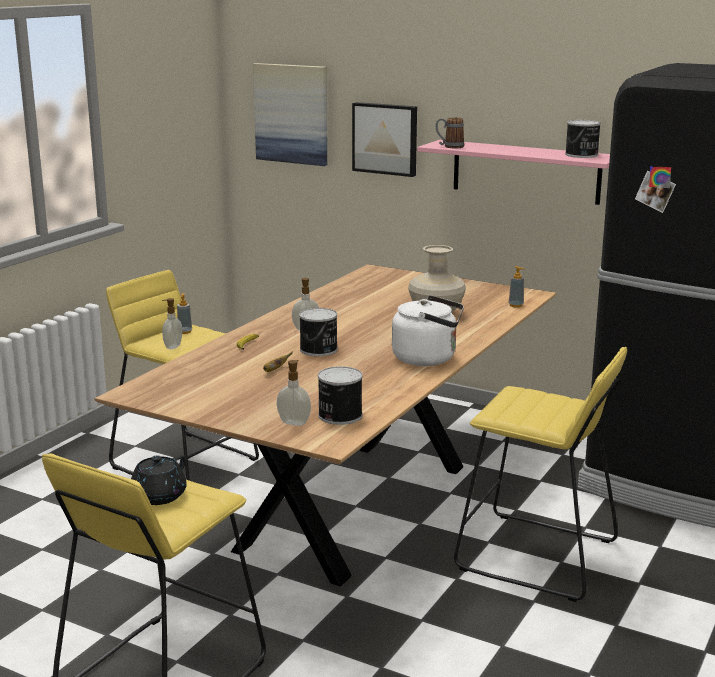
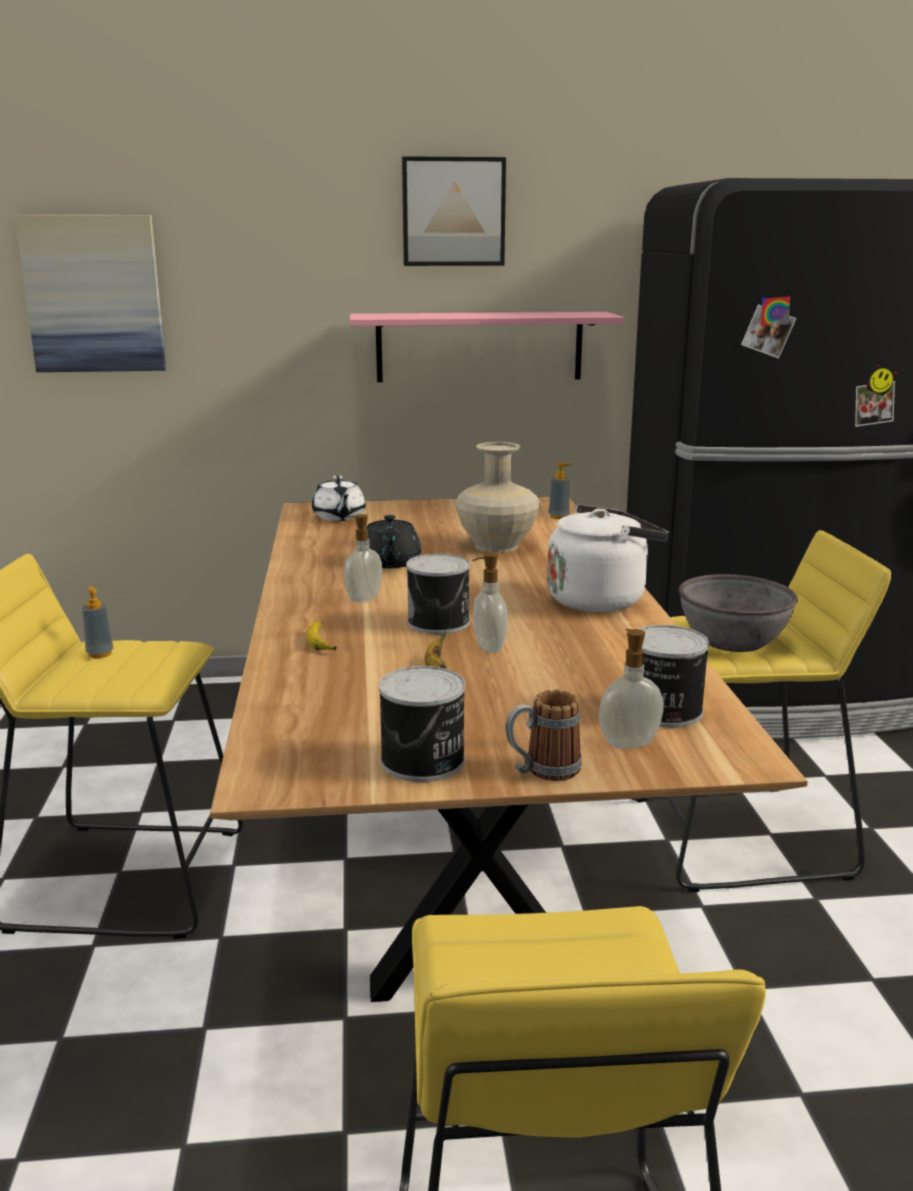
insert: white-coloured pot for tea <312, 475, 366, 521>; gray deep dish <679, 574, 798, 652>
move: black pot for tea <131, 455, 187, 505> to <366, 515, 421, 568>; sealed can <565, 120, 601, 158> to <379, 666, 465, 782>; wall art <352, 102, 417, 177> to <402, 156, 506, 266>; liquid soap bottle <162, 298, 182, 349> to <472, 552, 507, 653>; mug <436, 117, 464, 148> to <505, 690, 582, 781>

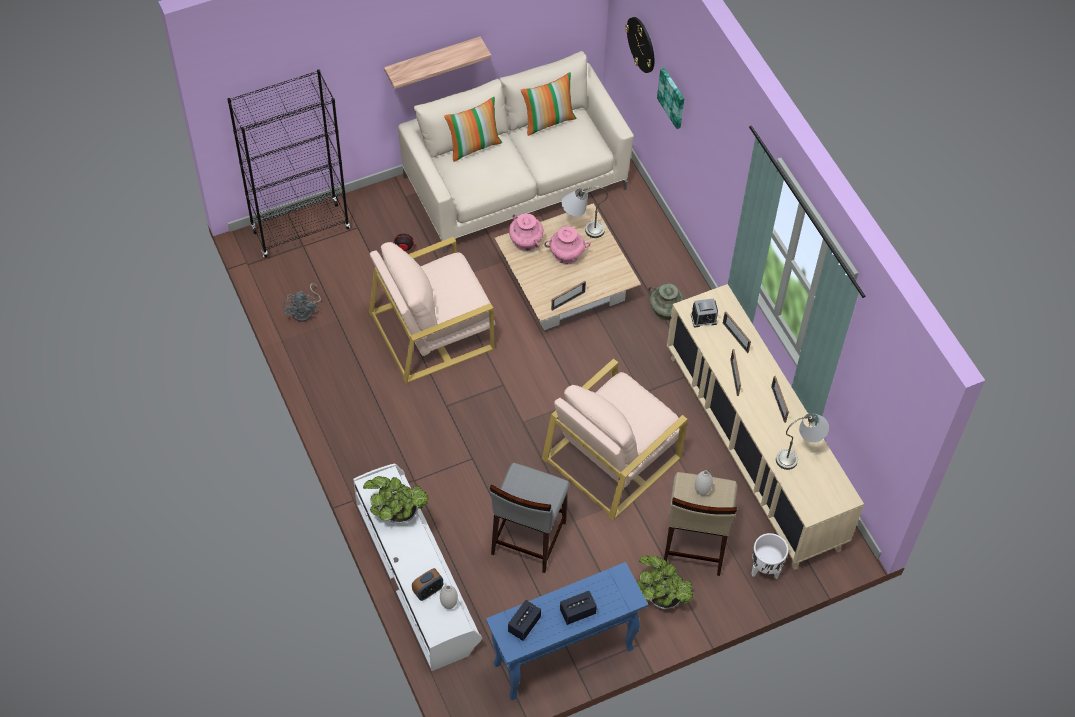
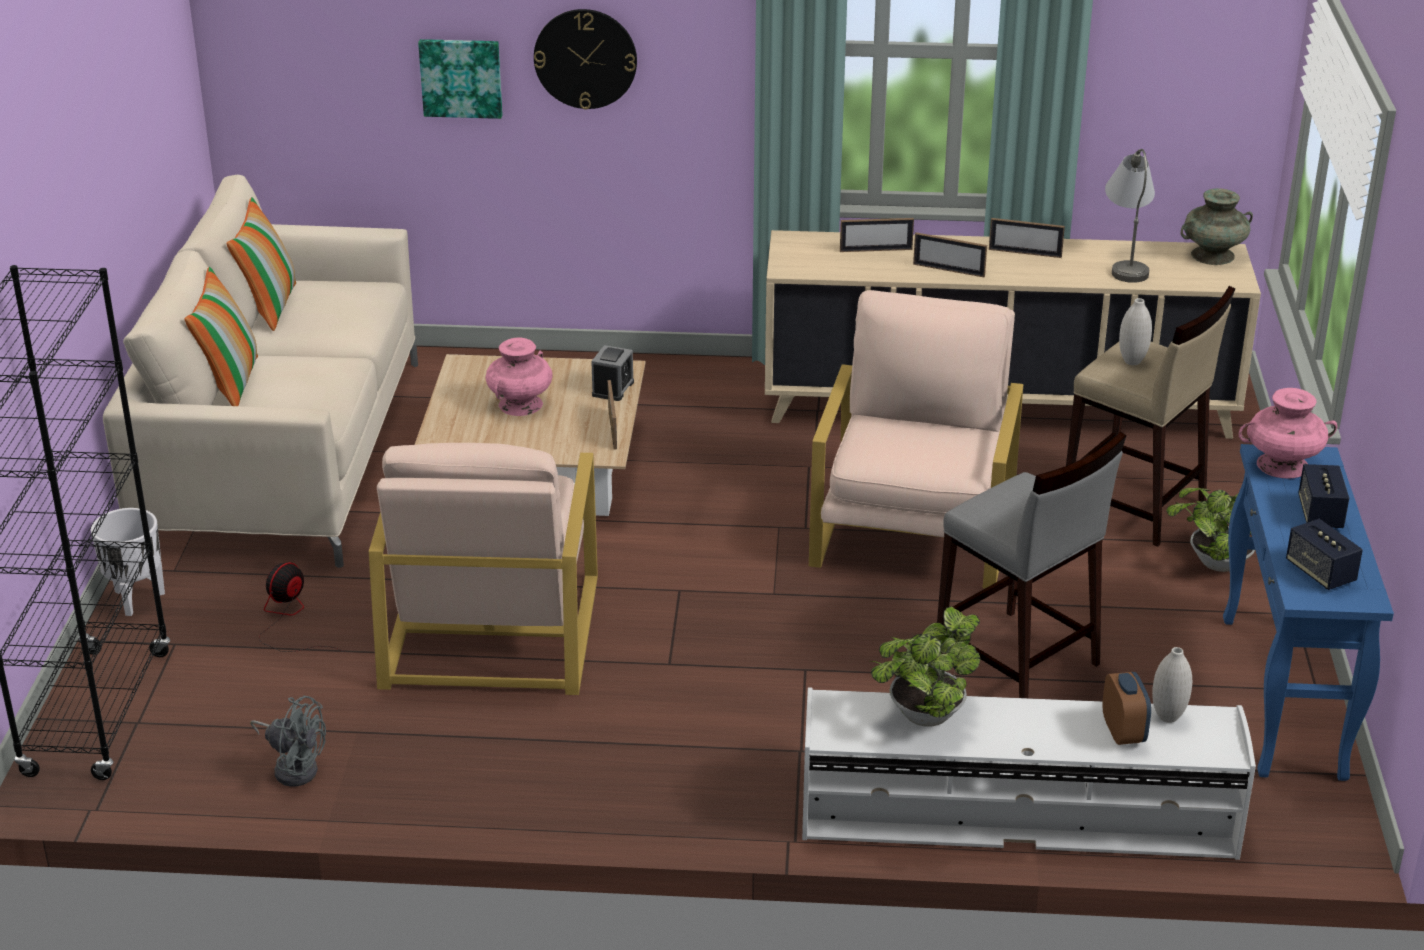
delete: bracket shelf <384, 36, 491, 89>; gray table lamp <561, 186, 608, 238>
move: white-coloured flower pot <751, 533, 788, 579> to <91, 508, 165, 616>; clock on the wall <625, 17, 655, 73> to <534, 9, 637, 110>; table clock <691, 298, 718, 327> to <591, 345, 634, 401>; turquoise-coloured vase <648, 283, 684, 321> to <1181, 188, 1253, 265>; pink-coloured vase <509, 214, 543, 251> to <1239, 388, 1337, 479>
rotate: beige-coloured easy chair <542, 359, 688, 520> = <809, 290, 1023, 589> 150 degrees counterclockwise

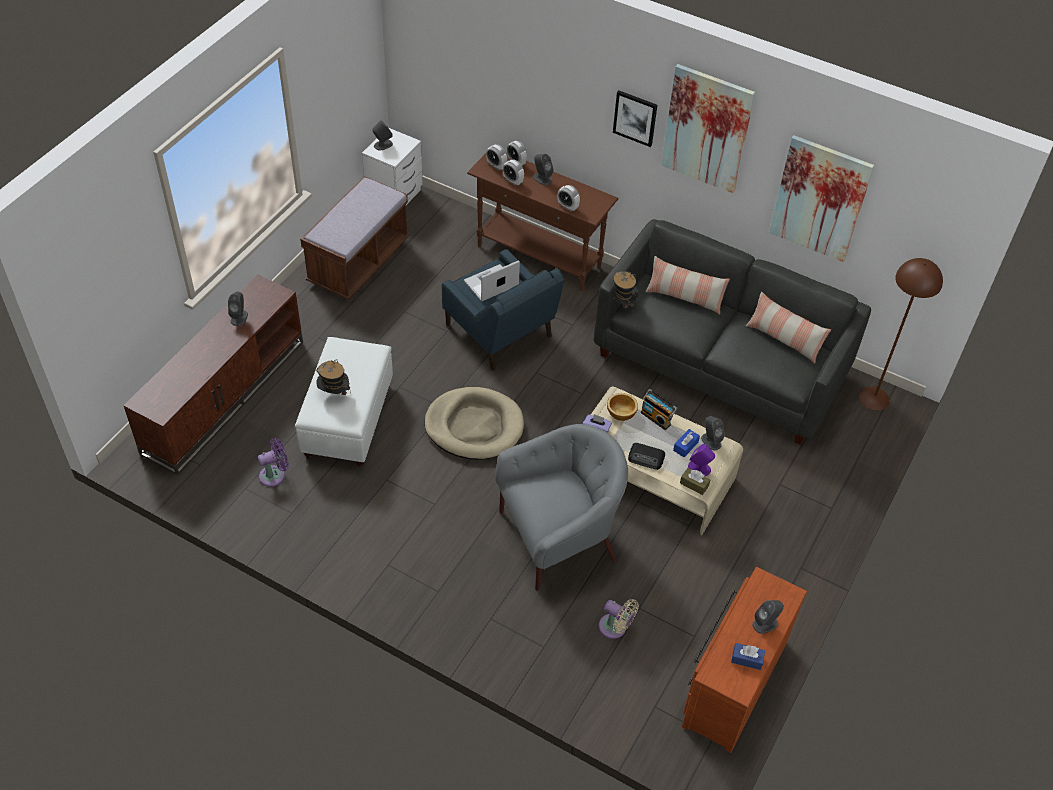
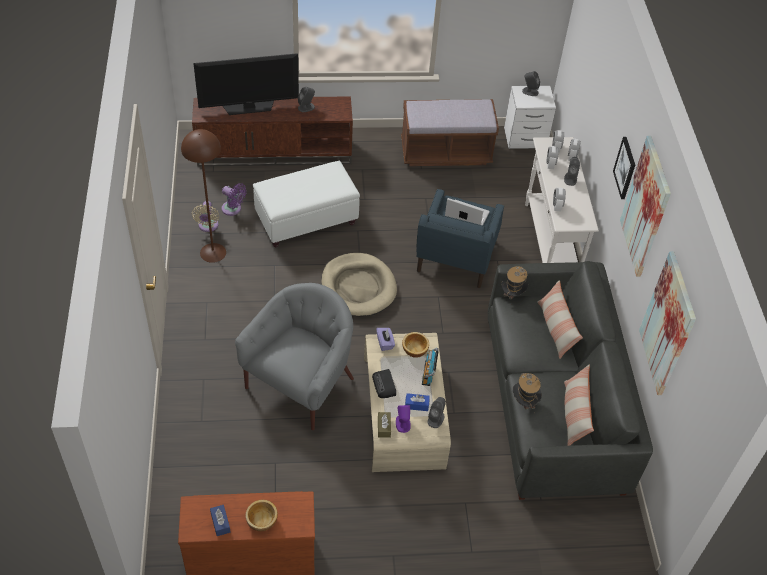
insert: TV <193, 53, 299, 115>
move: brownish floor lamp <859, 258, 943, 410> to <181, 129, 226, 263>; beige-coloured fan <599, 599, 639, 639> to <192, 201, 219, 232>; hat <316, 359, 351, 395> to <513, 373, 542, 413>
replace: gray speaker <752, 600, 784, 634> to deep dish <245, 500, 278, 531>
recolor: brownish narrow table <467, 153, 619, 291> to white-coloured narrow table <525, 137, 599, 263>
rotate: gray easy chair <495, 424, 628, 591> = <235, 283, 354, 430> 90 degrees counterclockwise

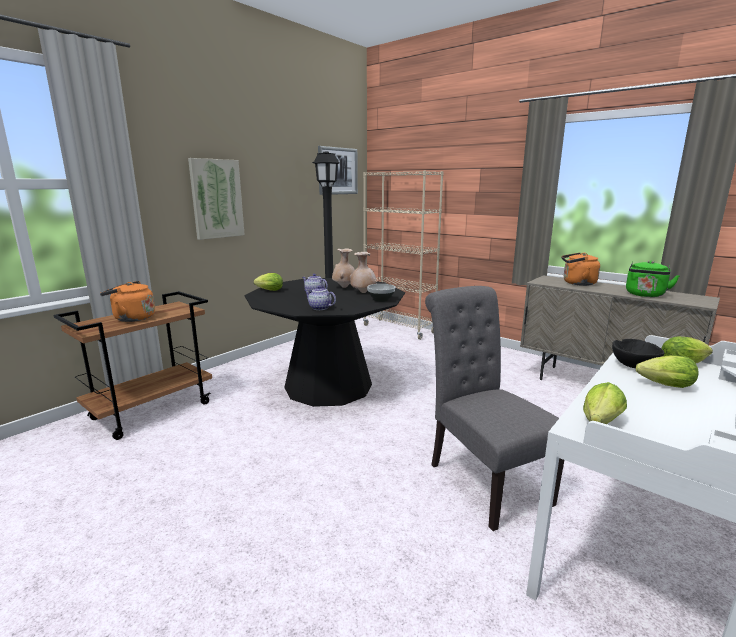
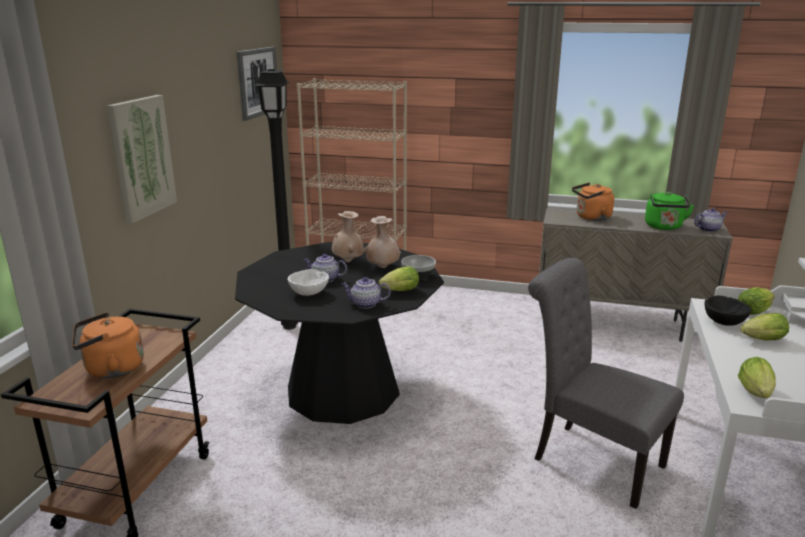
insert: white-coloured deep dish <288, 269, 329, 296>; pot for tea <694, 208, 727, 232>
move: head of lettuce <254, 273, 283, 291> to <379, 266, 419, 291>

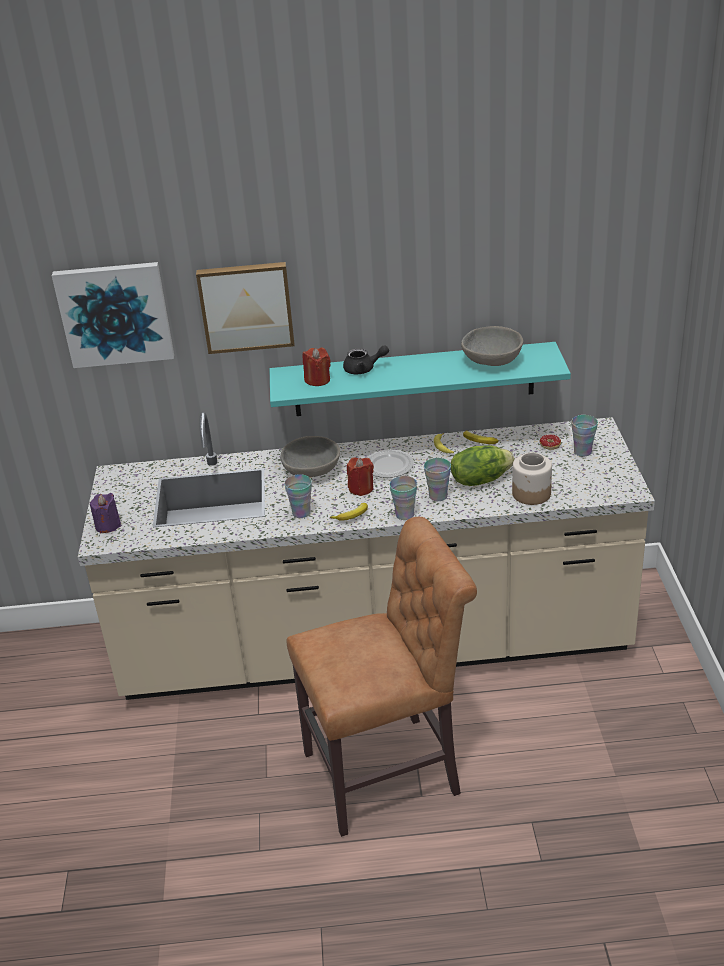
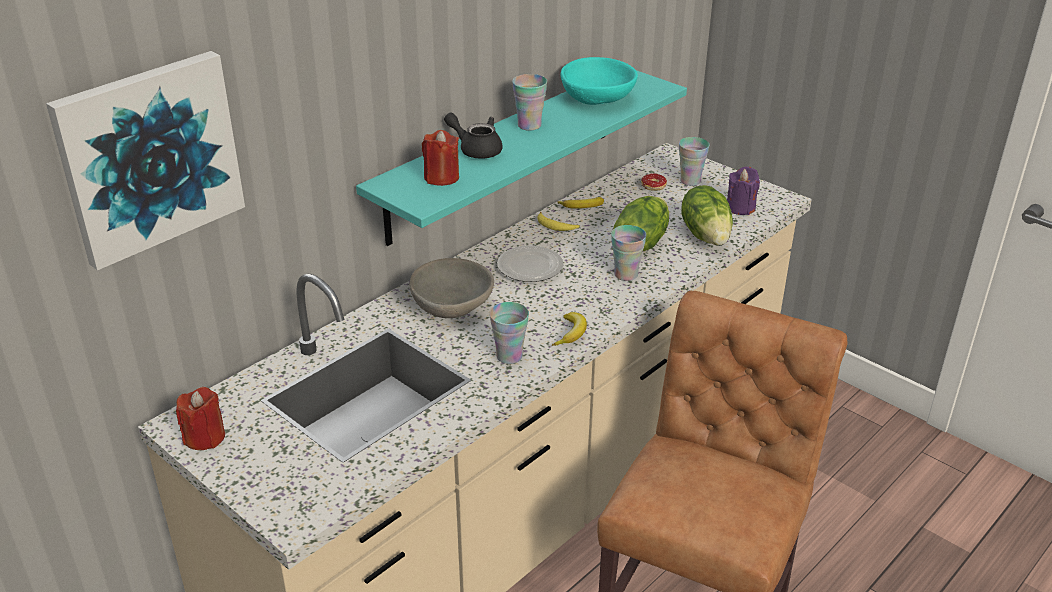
delete: wall art <196, 262, 295, 354>
move: red-coloured wax candle <347, 457, 374, 496> to <176, 387, 225, 450>; drinking cup <389, 476, 417, 520> to <512, 74, 547, 131>; purplish wax candle <90, 493, 121, 533> to <727, 167, 760, 215>
replace: storage jar <512, 452, 552, 505> to head of lettuce <682, 185, 733, 245>
recolor: gray deep dish <461, 326, 523, 366> to turquoise-coloured deep dish <561, 57, 638, 105>
rotate: black pot for tea <343, 345, 389, 374> = <444, 113, 503, 159> 105 degrees counterclockwise

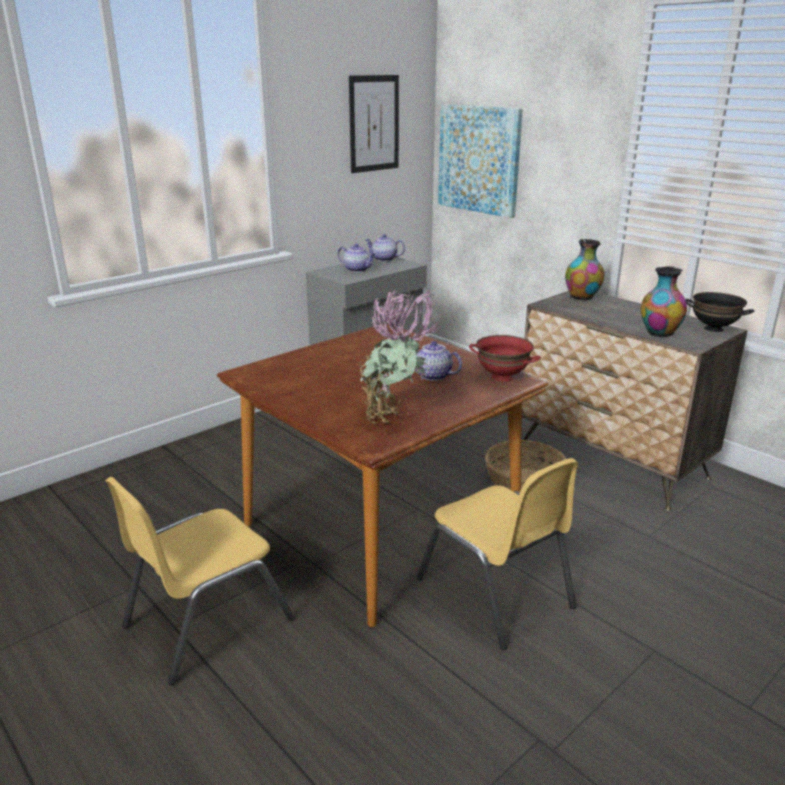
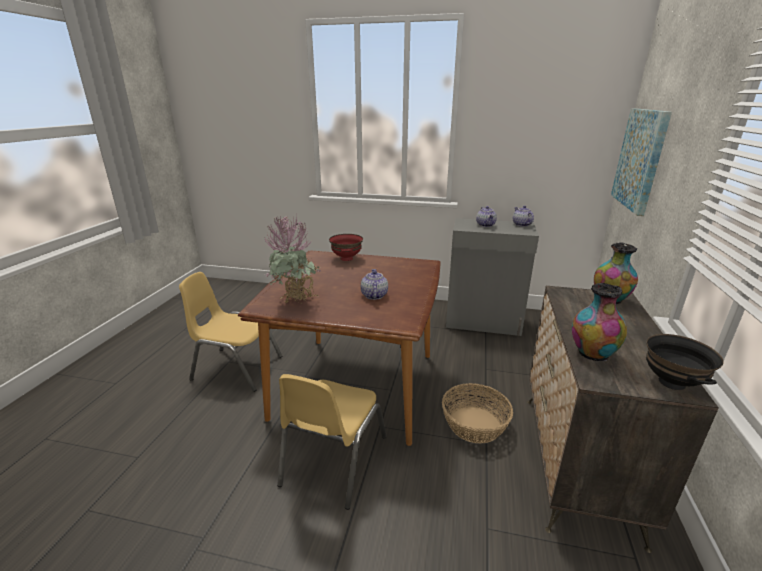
delete: wall art <349, 75, 399, 173>
move: red-coloured deep dish <469, 335, 541, 382> to <329, 234, 363, 261>

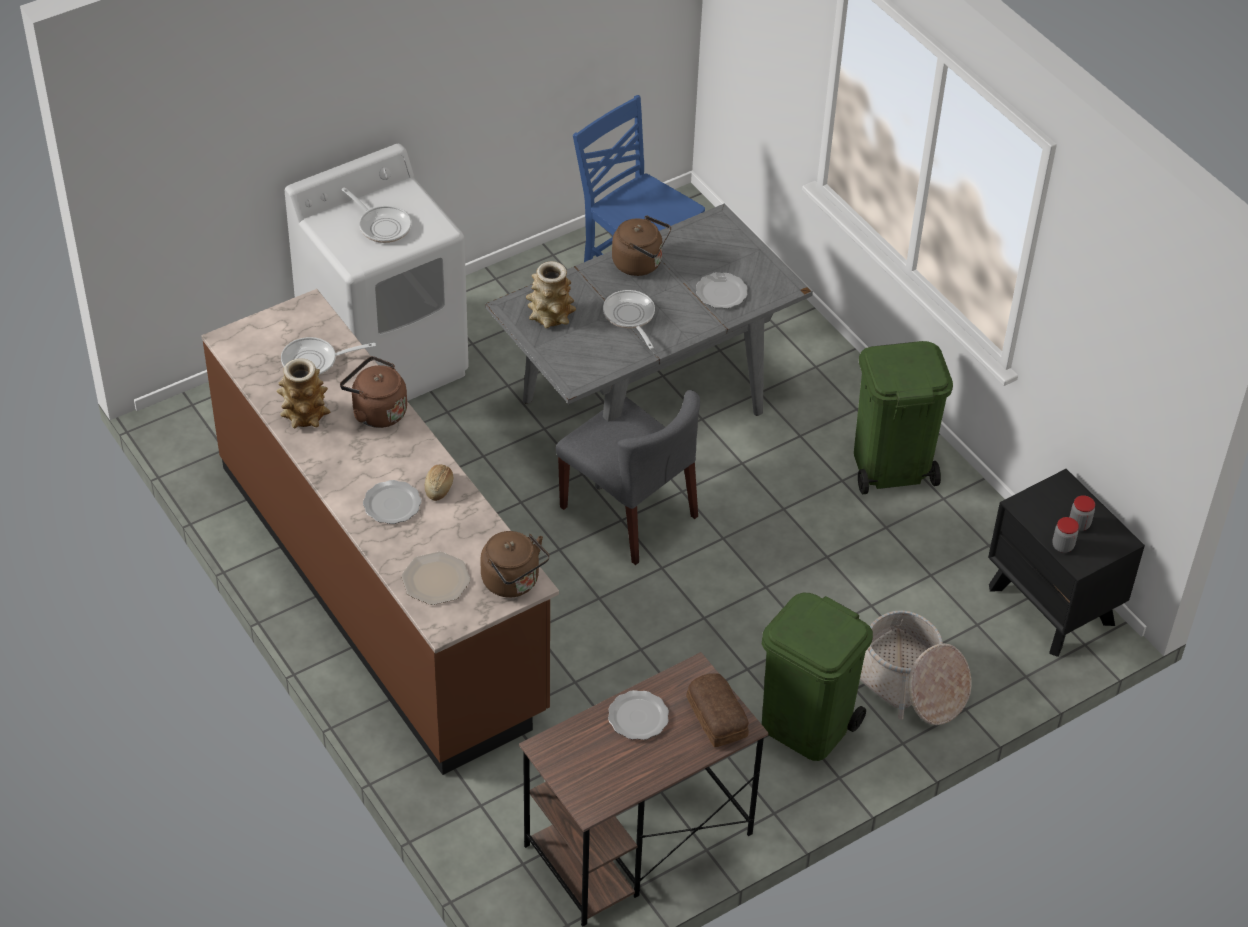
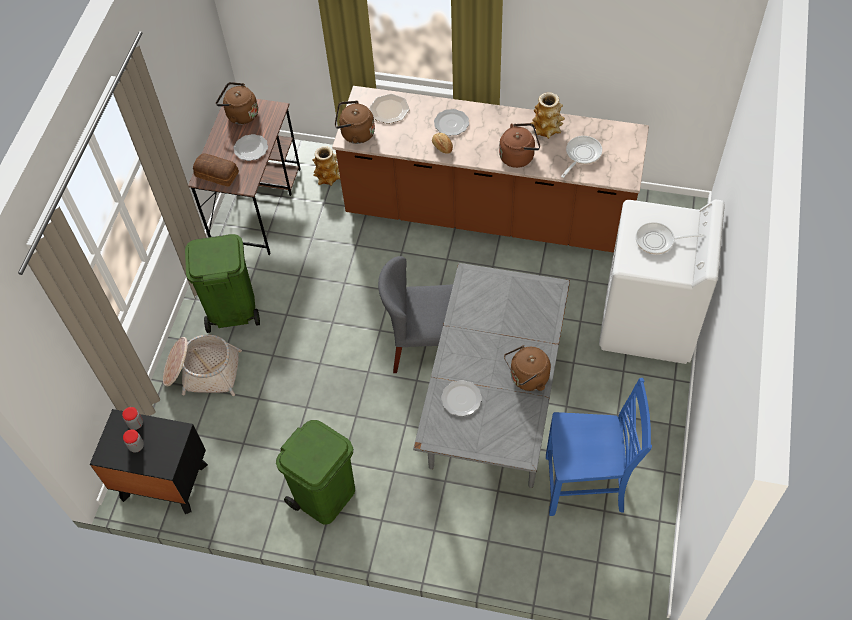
delete: frying pan <603, 290, 655, 349>
insert: brownish kettle <216, 82, 258, 124>
move: vase <526, 261, 576, 328> to <312, 146, 340, 186>

